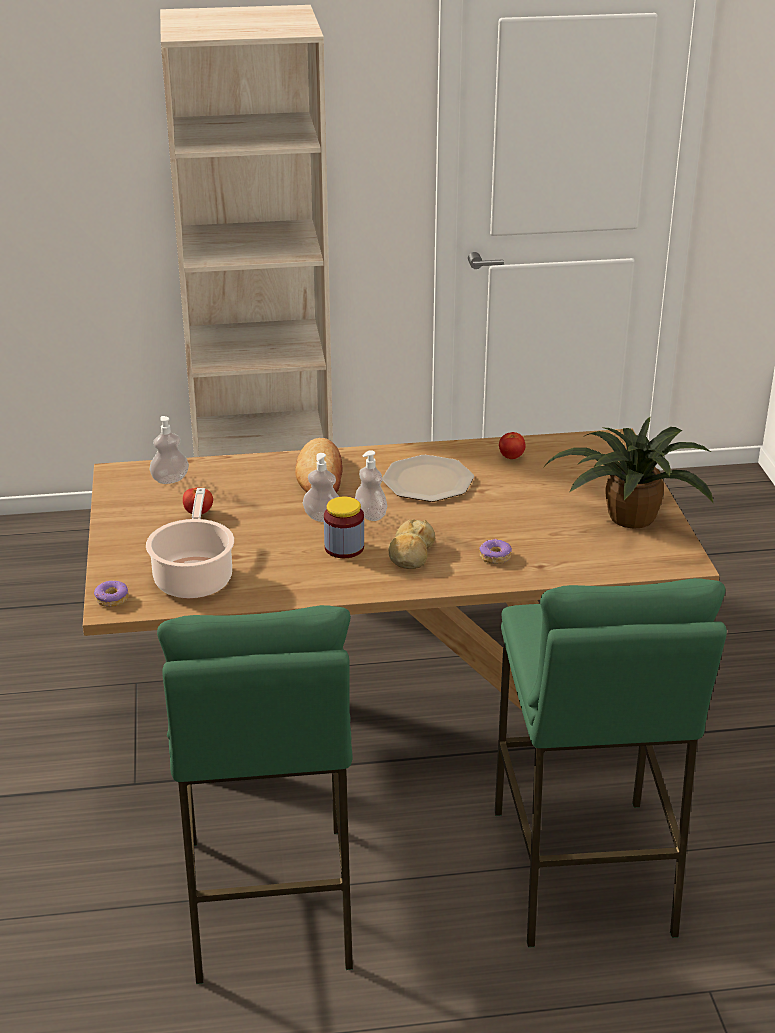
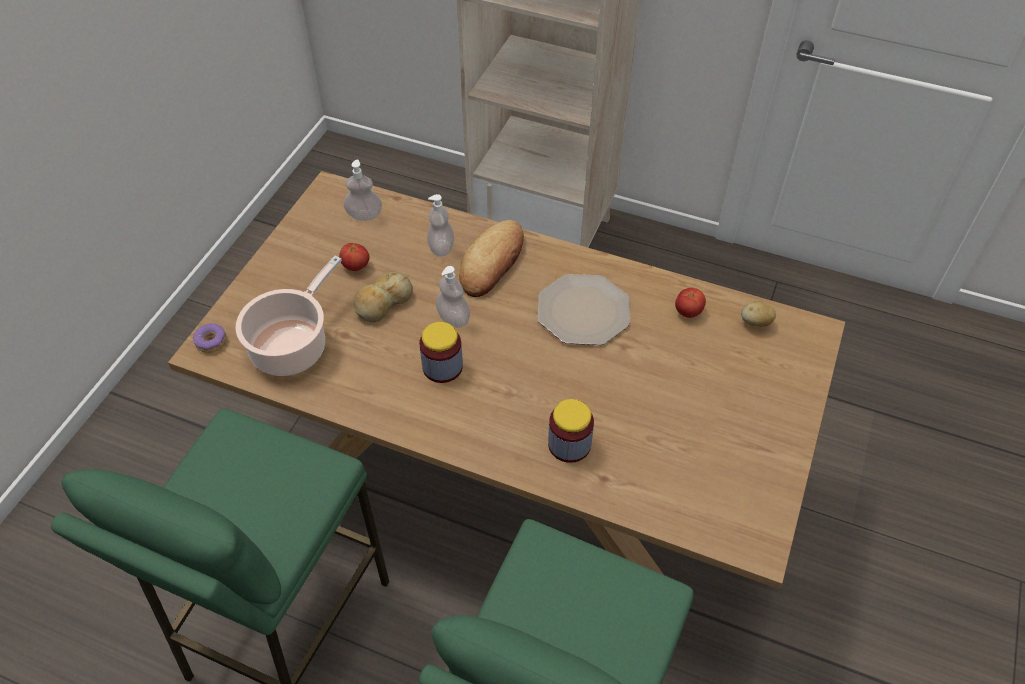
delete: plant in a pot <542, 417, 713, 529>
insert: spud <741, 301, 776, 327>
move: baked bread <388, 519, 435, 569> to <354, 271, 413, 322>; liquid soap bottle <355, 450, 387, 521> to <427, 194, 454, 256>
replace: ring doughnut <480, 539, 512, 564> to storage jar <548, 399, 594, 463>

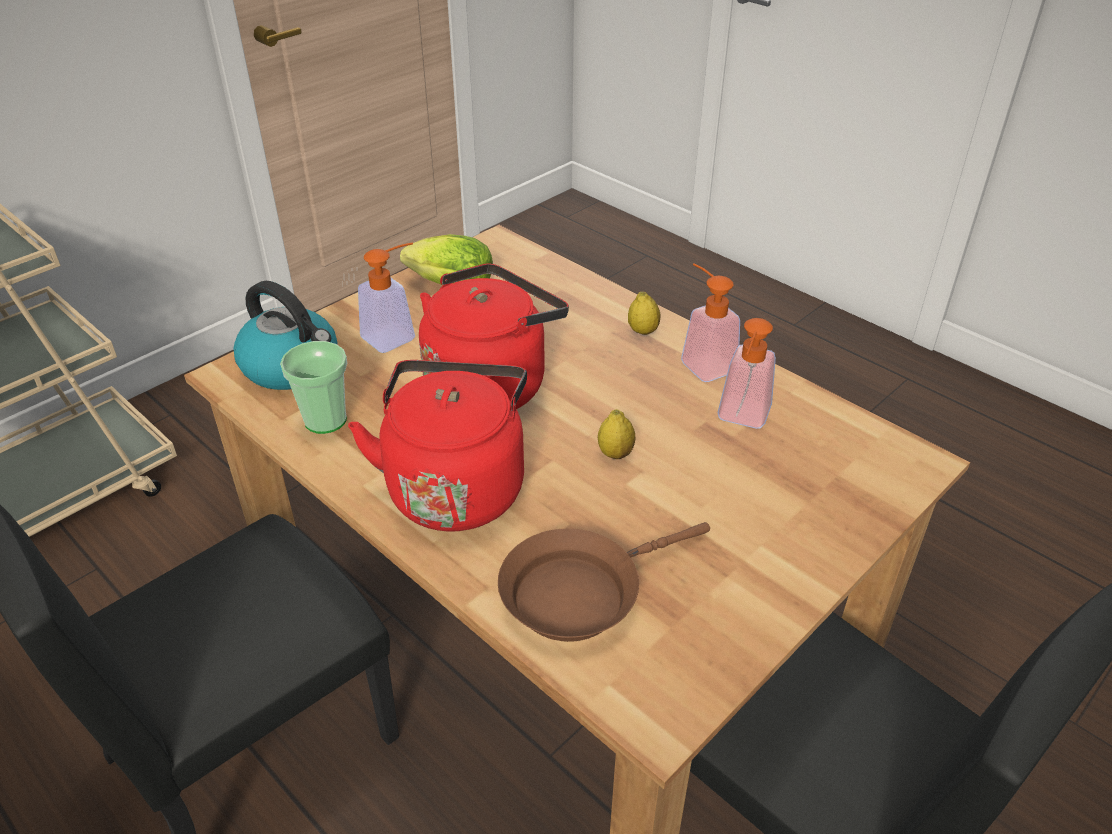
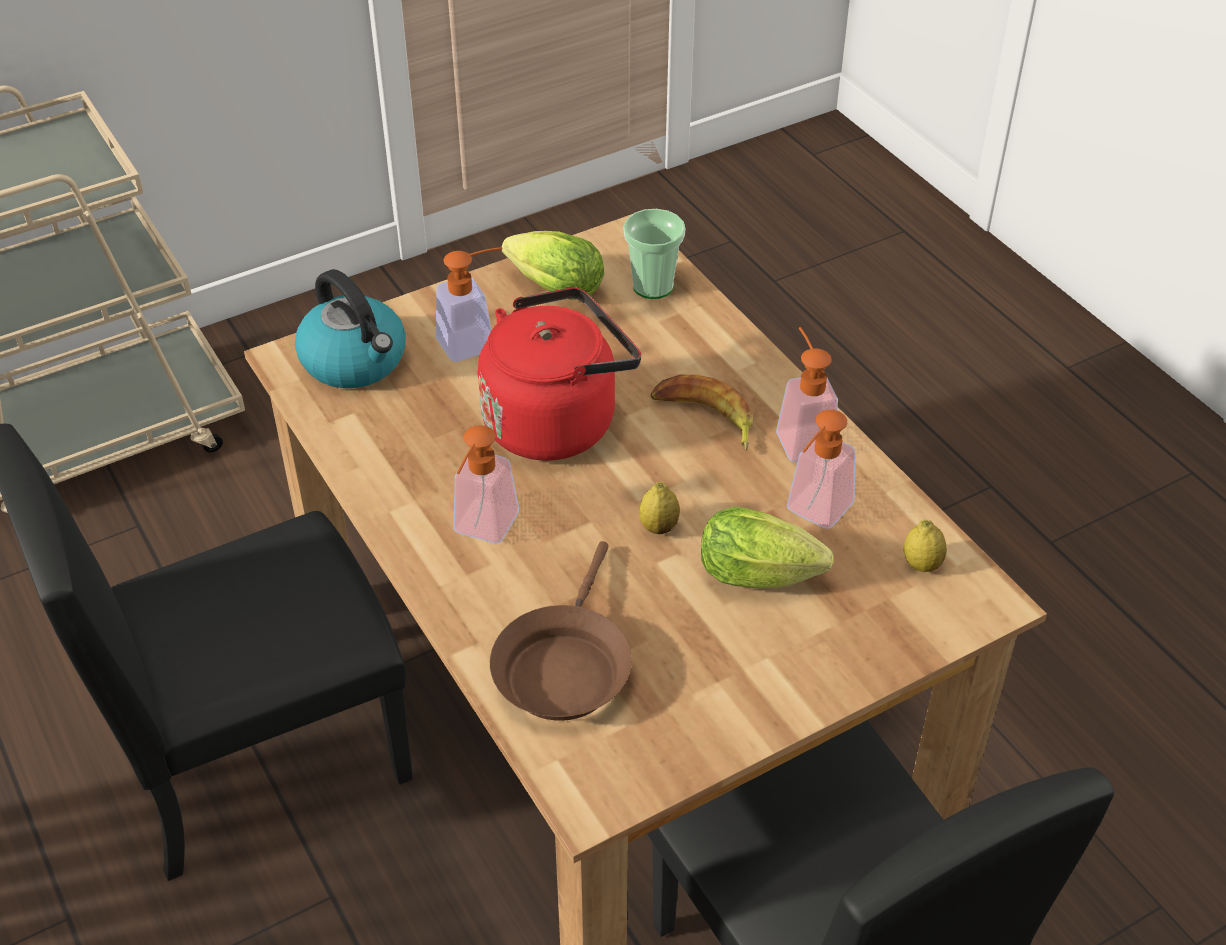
insert: banana <650, 375, 753, 451>; head of lettuce <701, 506, 834, 588>
move: drinking cup <280, 341, 347, 434> to <624, 209, 685, 299>; citrus fruit <628, 292, 660, 335> to <904, 520, 947, 572>
replace: red-coloured kettle <348, 360, 527, 531> to liquid soap bottle <453, 425, 519, 544>
rotate: brownish frying pan <498, 522, 710, 642> = <490, 541, 632, 721> 60 degrees counterclockwise

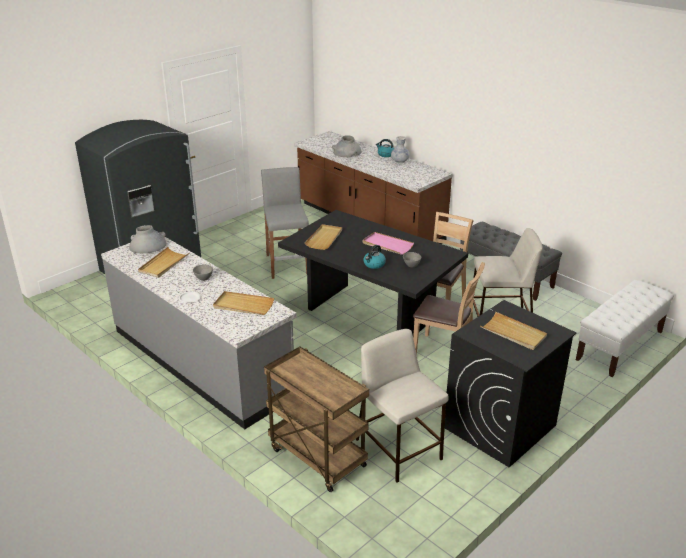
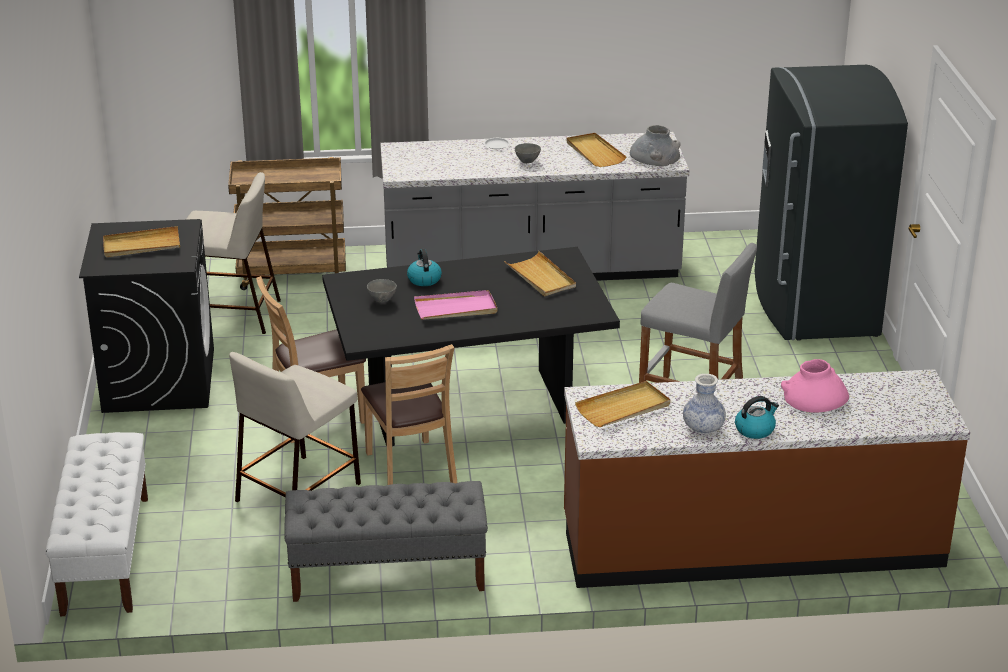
move: beige-coloured carrying tray <213, 291, 274, 315> to <575, 381, 670, 427>
recolor: gray vase <332, 135, 362, 157> to pink-coloured vase <781, 359, 849, 413>

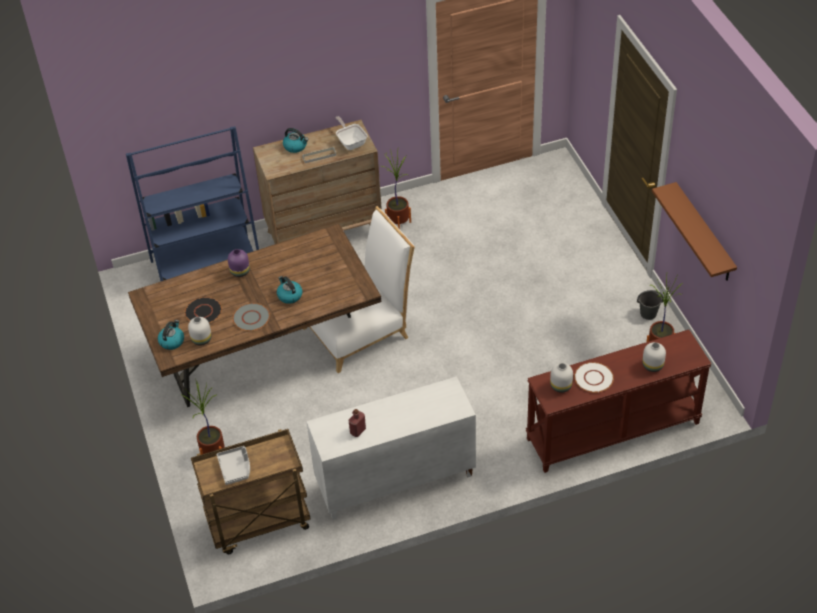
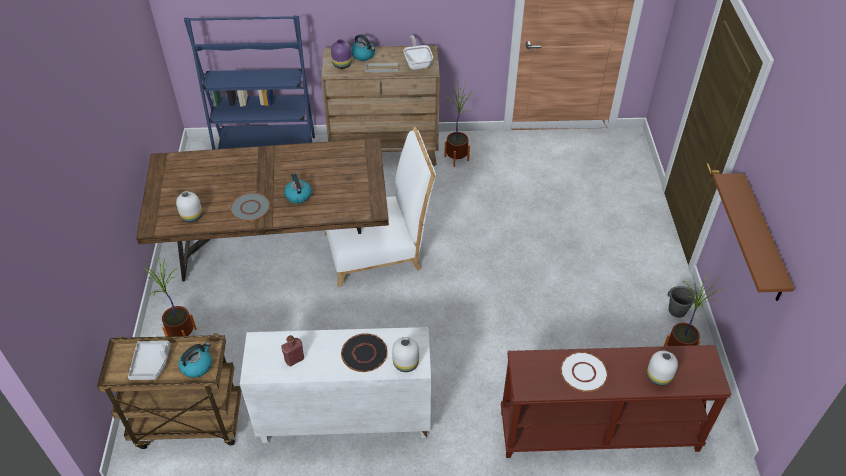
move: kettle <158, 320, 184, 350> to <179, 342, 212, 378>; purplish vase <228, 249, 250, 277> to <331, 39, 352, 69>; black plate <185, 297, 222, 323> to <341, 333, 388, 372>; white-coloured vase <550, 363, 573, 393> to <392, 337, 419, 372>

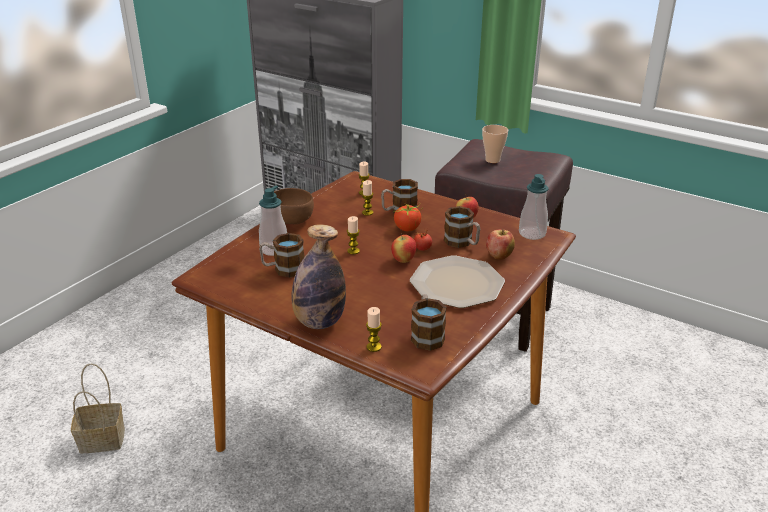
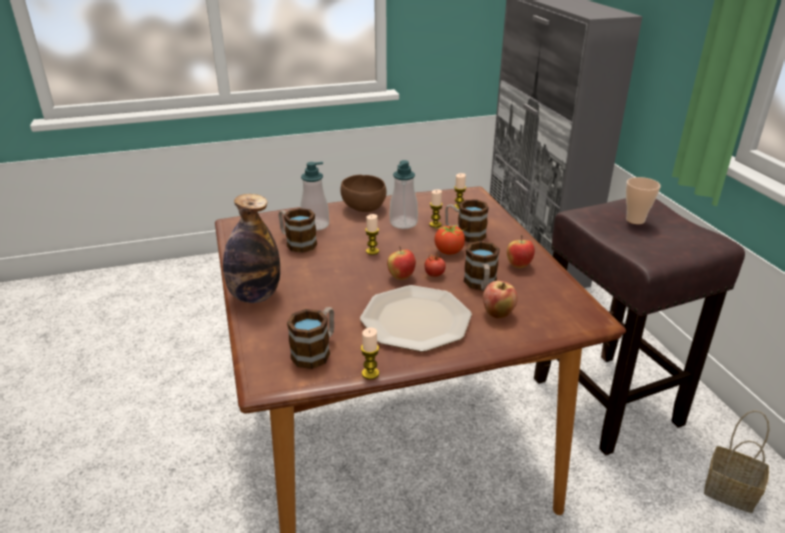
move: wax candle <366, 307, 382, 352> to <361, 327, 379, 380>; liquid soap bottle <519, 174, 549, 240> to <390, 160, 418, 229>; storage basket <71, 363, 125, 453> to <704, 410, 770, 513>

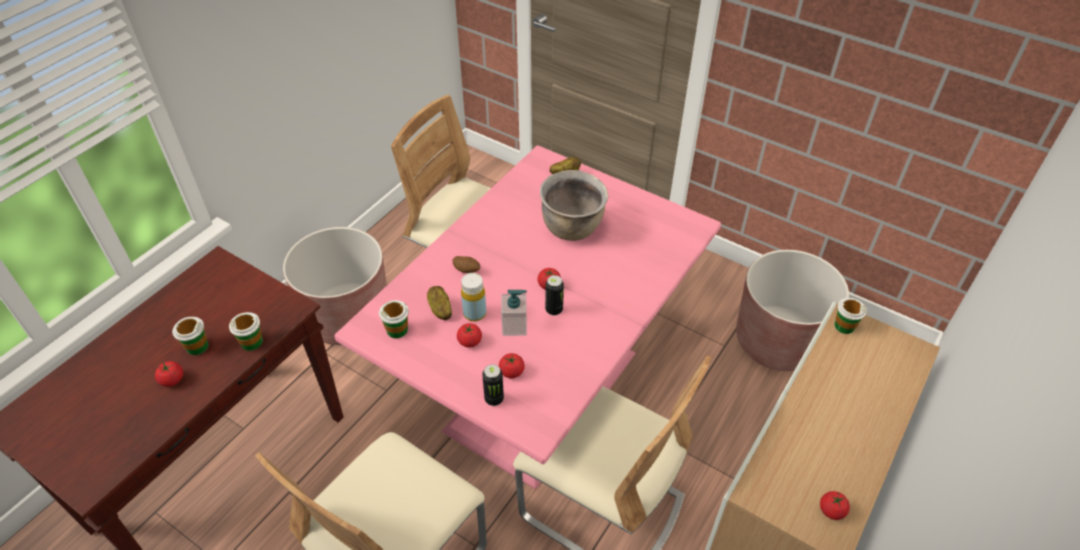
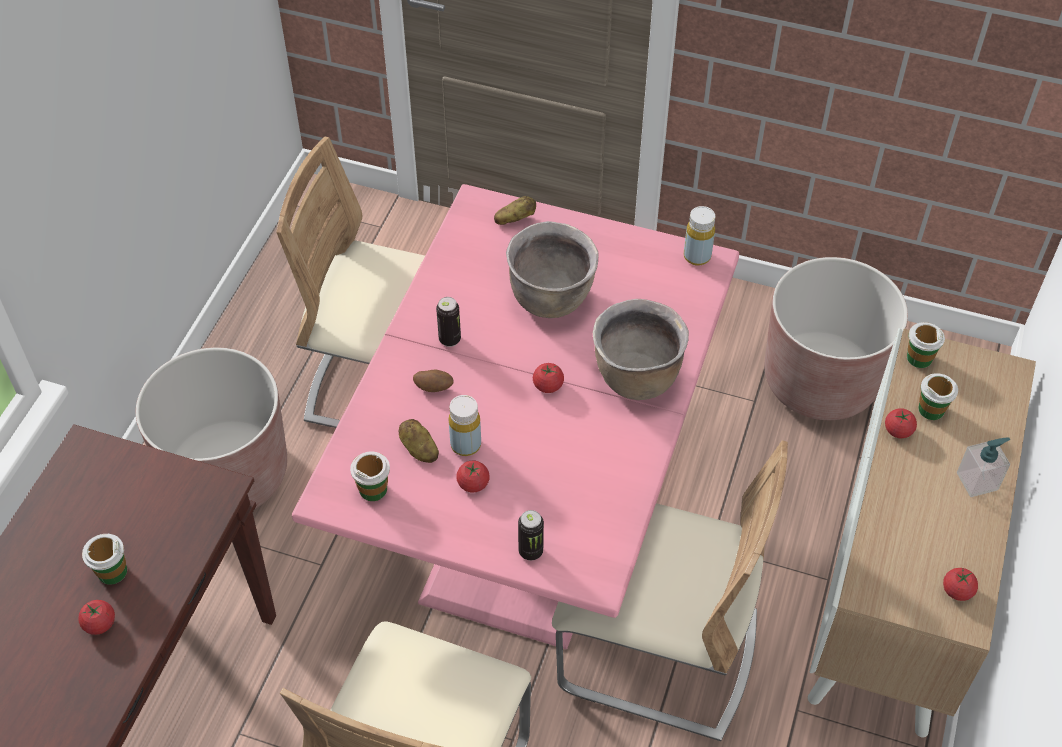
insert: brownish saucepot <593, 299, 689, 400>; yellowish bottle <684, 206, 715, 266>
move: sealed can <545, 275, 564, 316> to <436, 297, 461, 347>; tomato <499, 353, 525, 378> to <885, 408, 917, 438>; drinking cup <229, 312, 263, 351> to <918, 373, 958, 420>; liquid soap bottle <501, 290, 527, 336> to <957, 438, 1010, 497>

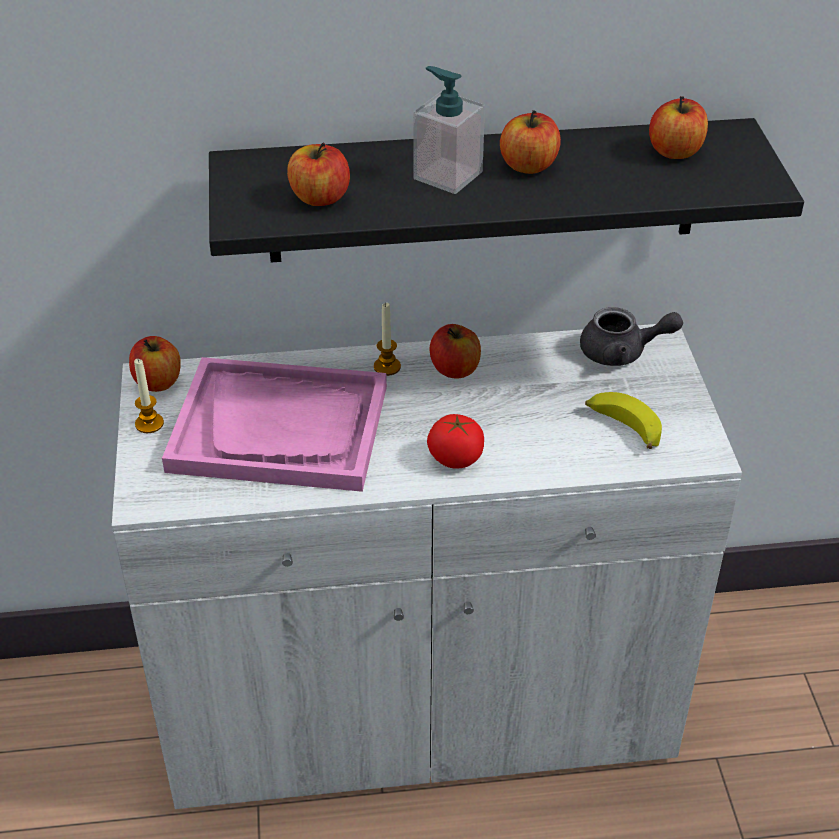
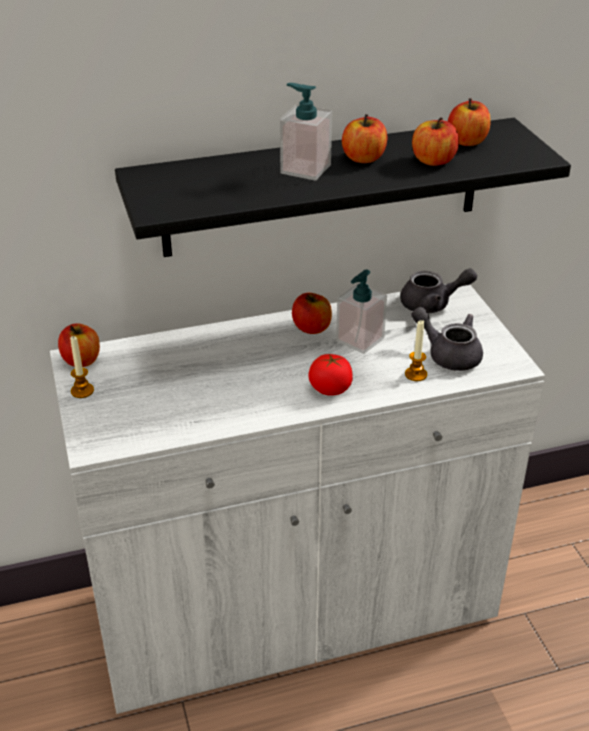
delete: pink-coloured carrying tray <162, 357, 387, 492>
insert: liquid soap bottle <336, 270, 387, 354>
move: wax candle <374, 303, 401, 376> to <405, 320, 427, 381>; whole apple <287, 143, 350, 206> to <412, 117, 459, 166>
replace: banana <585, 392, 662, 449> to gray pot for tea <411, 307, 483, 371>

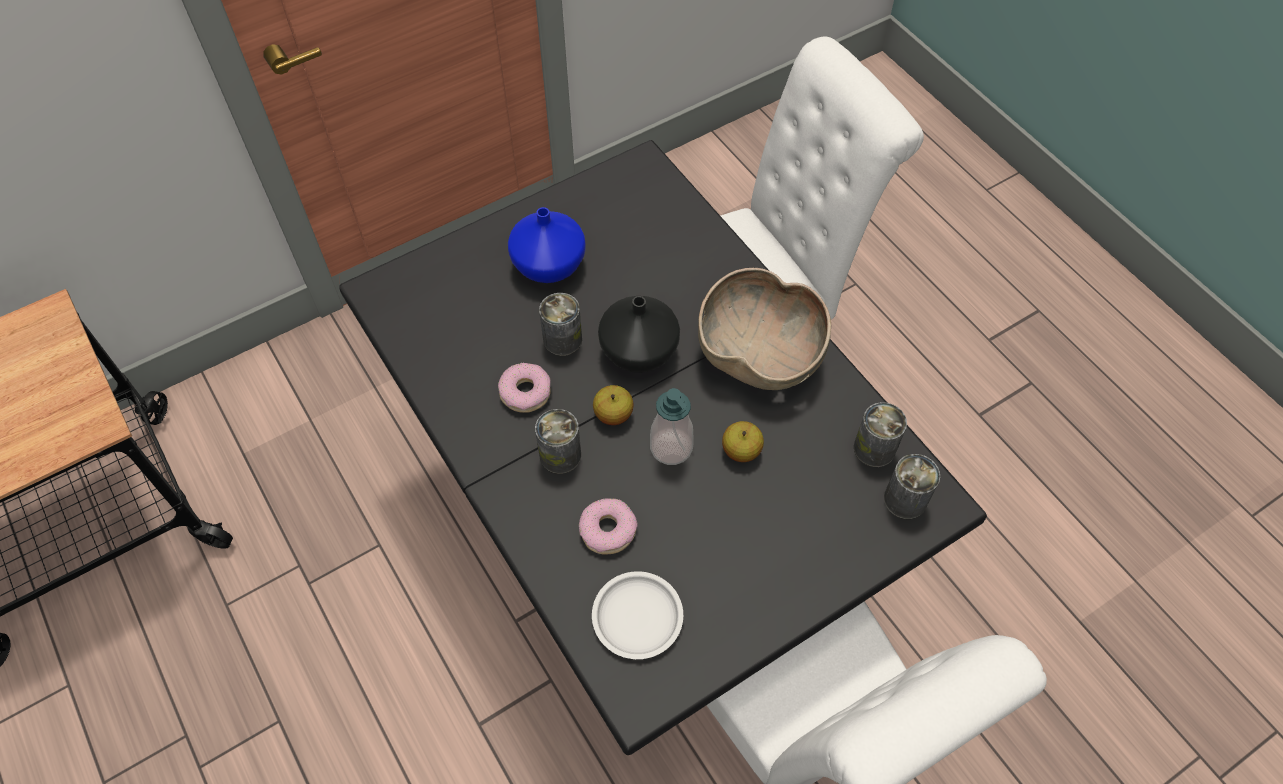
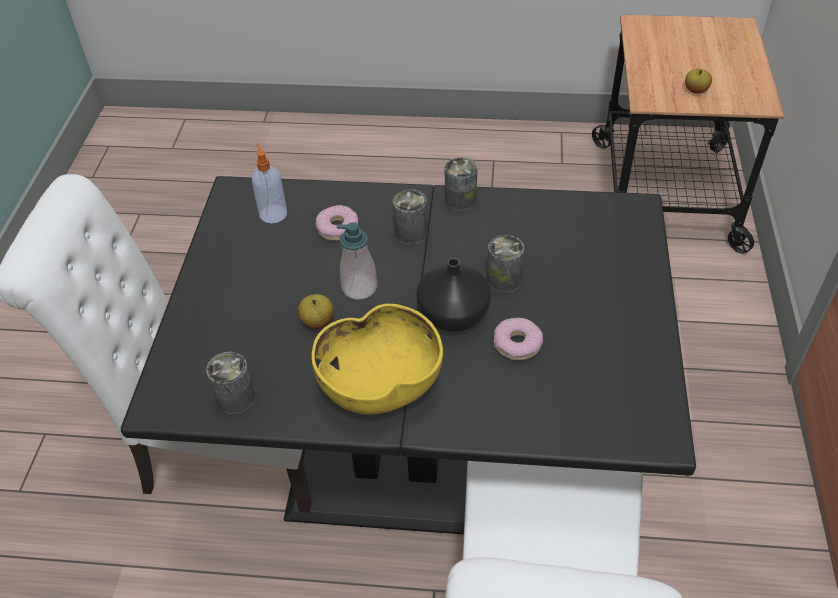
delete: blue vase <508, 207, 586, 283>
move: sealed can <884, 454, 940, 519> to <445, 157, 477, 211>; ring doughnut <498, 363, 551, 413> to <494, 317, 543, 361>; whole apple <593, 385, 634, 425> to <685, 69, 712, 94>
replace: white-coloured plate <592, 571, 683, 659> to liquid soap bottle <252, 143, 287, 224>
recolor: brownish deep dish <698, 268, 831, 390> to yellowish deep dish <311, 304, 443, 415>

